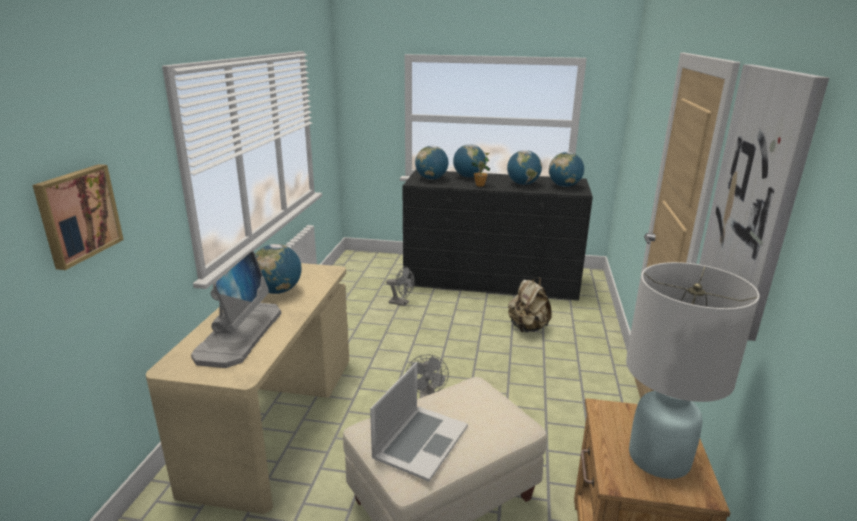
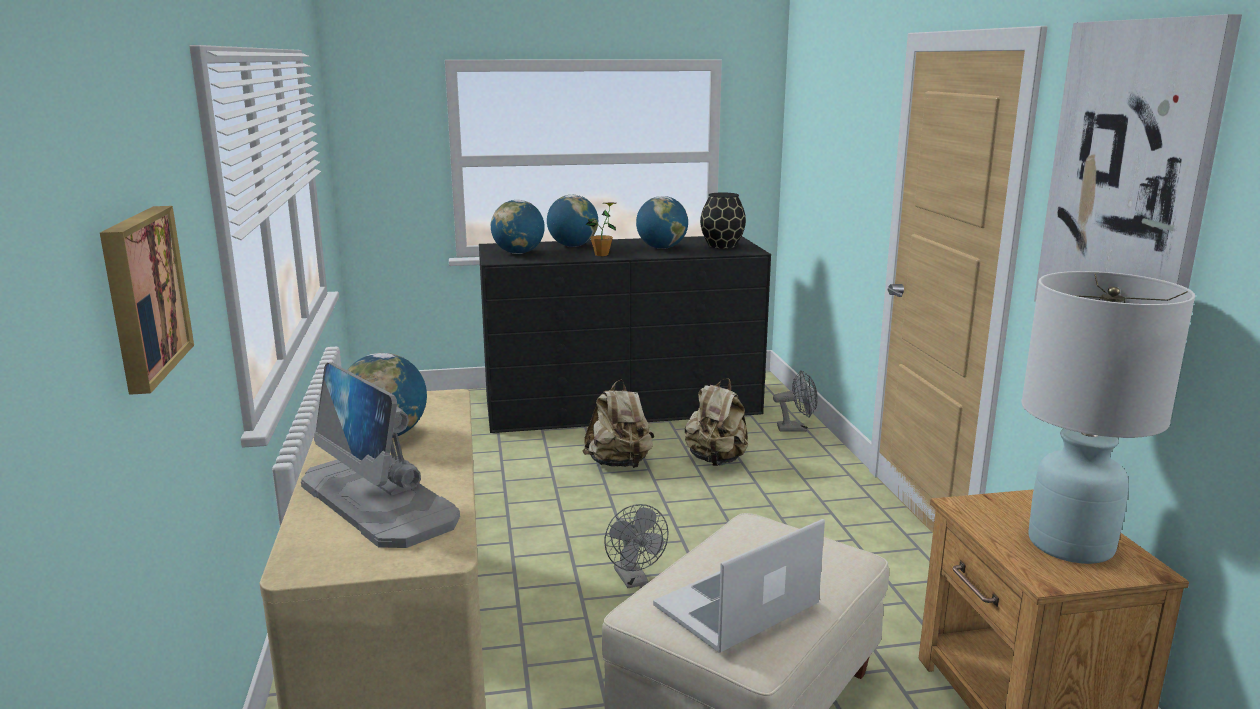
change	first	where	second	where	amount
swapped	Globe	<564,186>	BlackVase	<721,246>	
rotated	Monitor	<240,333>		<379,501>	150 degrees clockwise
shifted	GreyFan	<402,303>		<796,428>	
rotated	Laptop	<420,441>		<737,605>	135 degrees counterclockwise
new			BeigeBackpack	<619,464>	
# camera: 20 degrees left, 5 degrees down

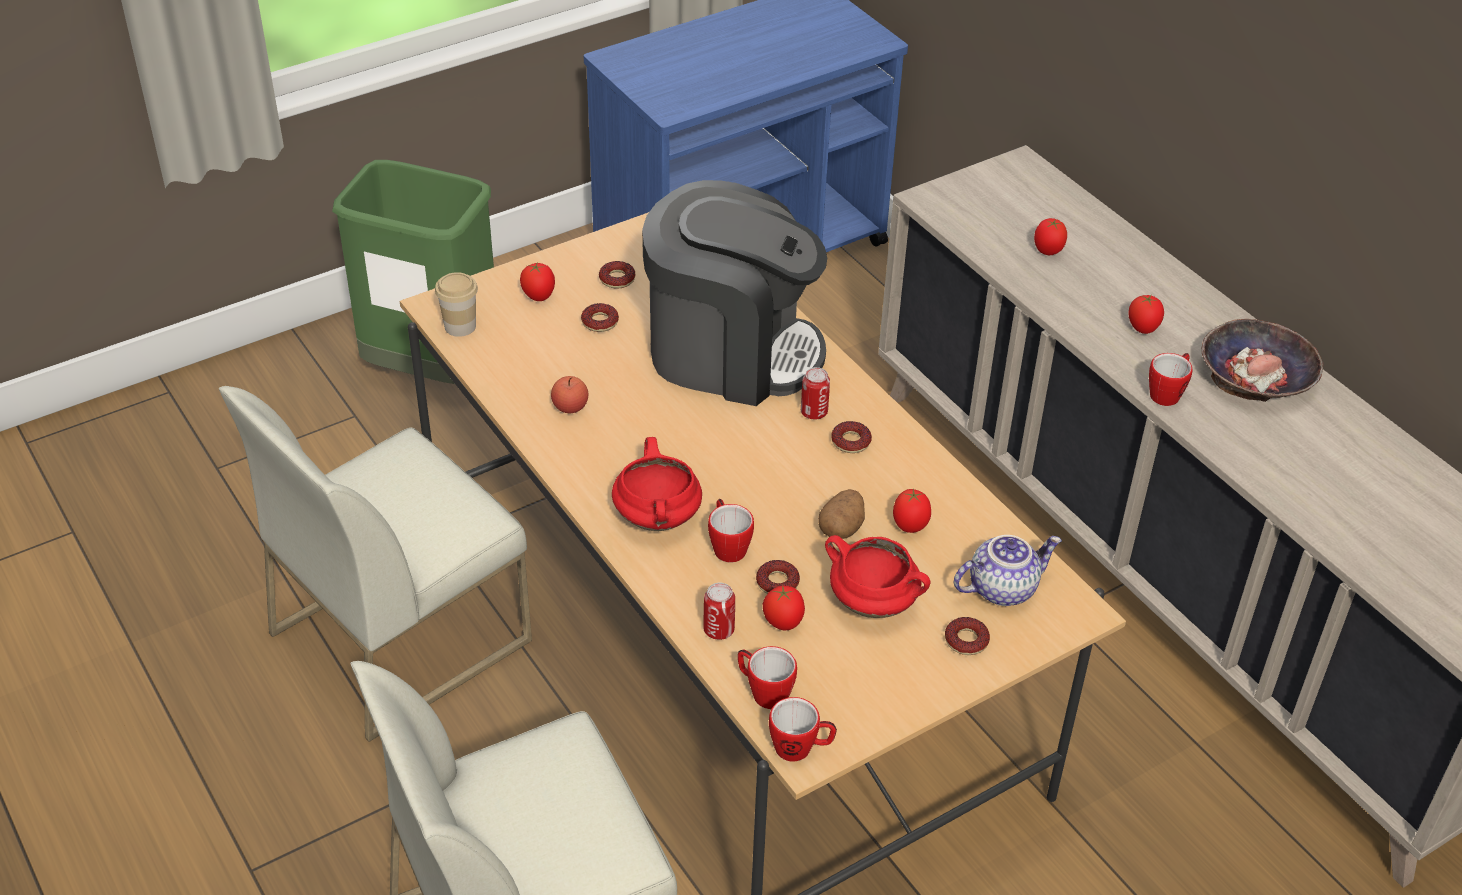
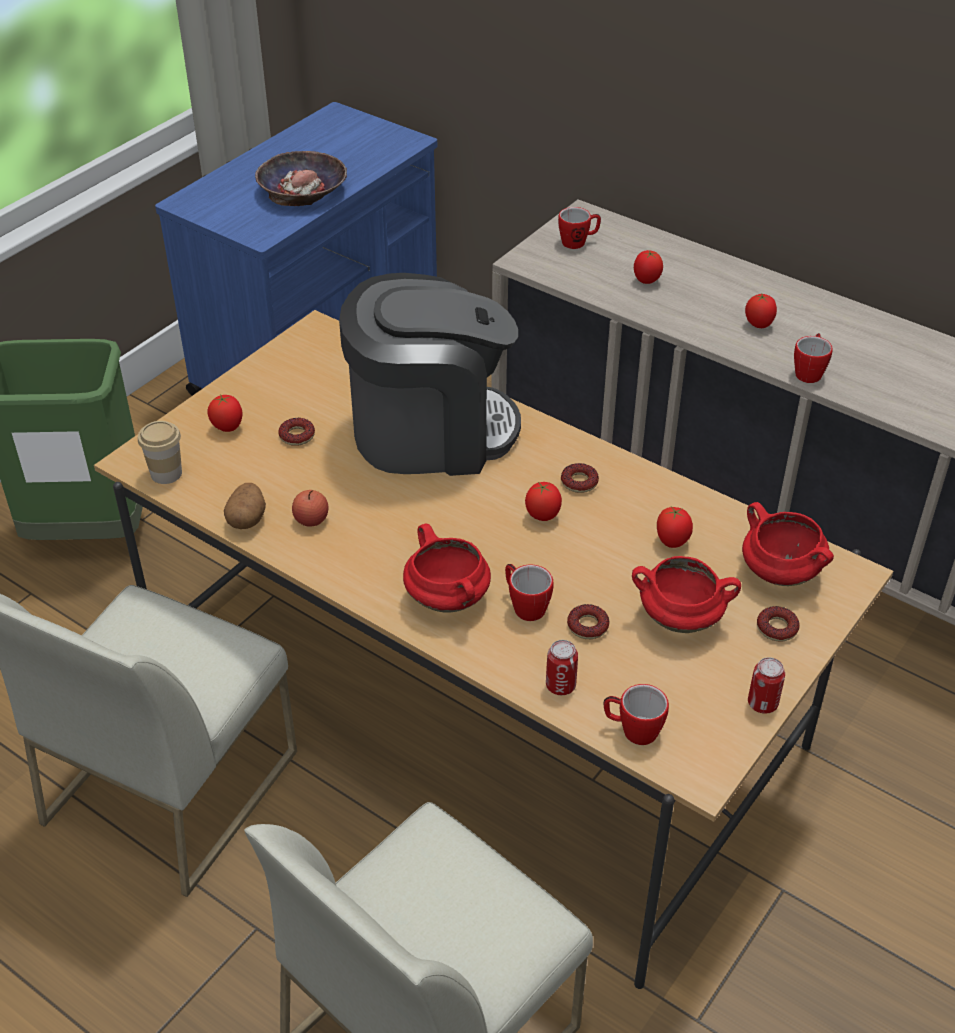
change	first	where	second	where	amount
gone	Donut	<617,279>			
shifted	Bowl	<1256,376>		<302,190>	
shifted	Can	<814,412>		<762,703>	
shifted	Potato	<841,528>		<247,519>	
swapped	Teapot	<1002,587>	RedCookingPot	<778,572>	
shifted	Tomato	<783,623>		<542,516>	
shifted	Mug	<801,748>		<578,242>	
# camera: 20 degrees left, 0 degrees up

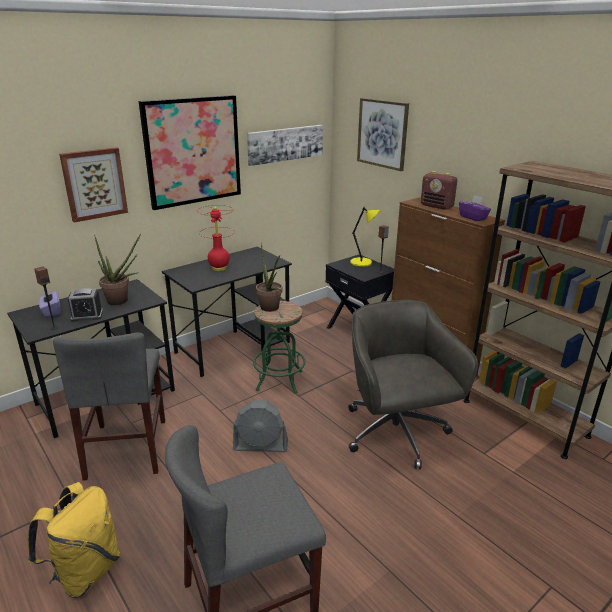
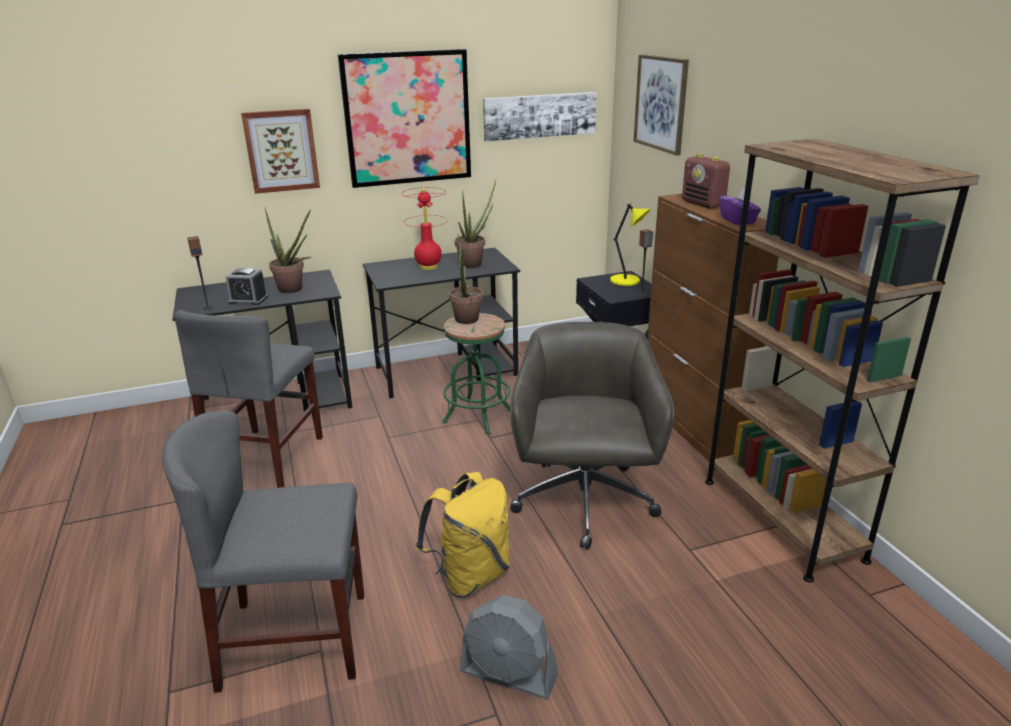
change	first	where	second	where	amount
gone	PurpleTissueBox	<51,311>			
shifted	GreyFan	<261,445>		<509,674>	
shifted	YellowBackpack	<85,571>		<470,576>	
new			PottedPlant	<474,263>	
# camera: 20 degrees right, 0 degrees up

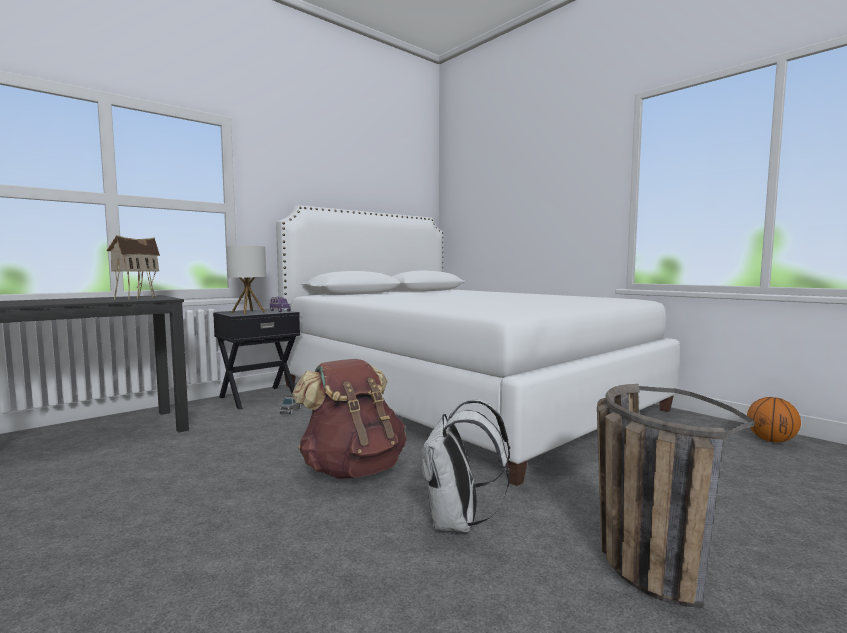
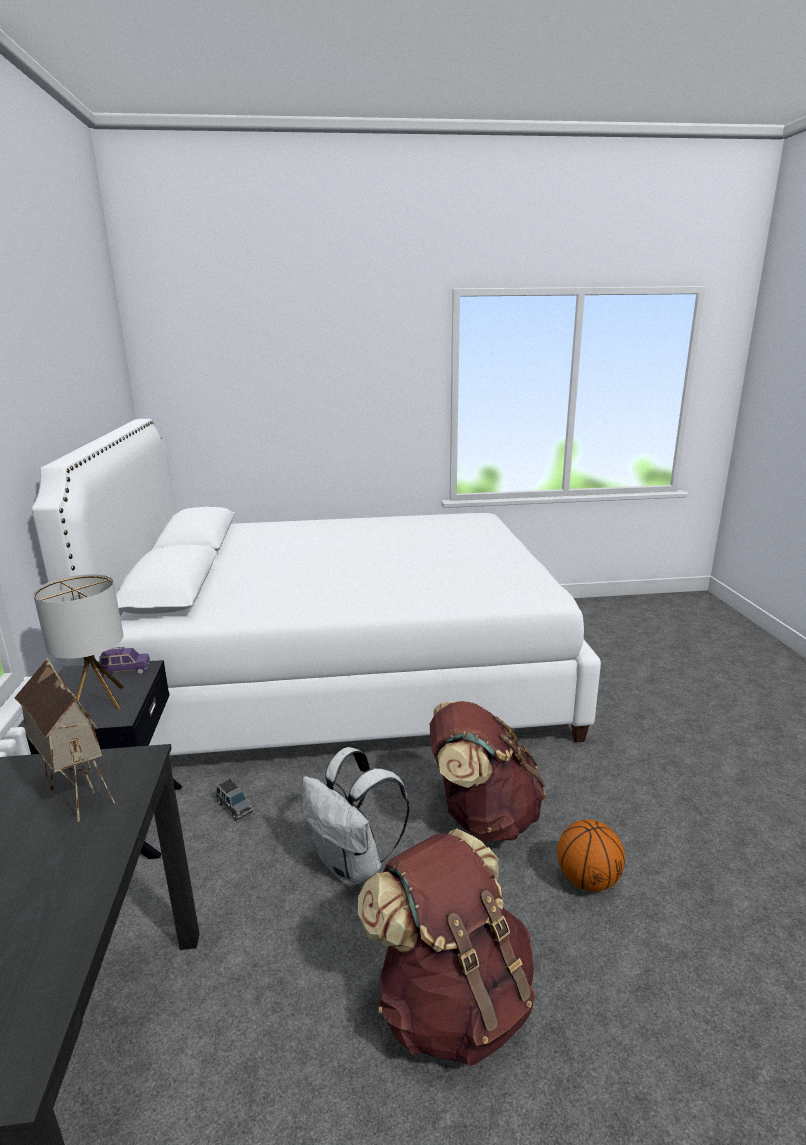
change	first	where	second	where	amount
gone	Basket	<638,553>			
shifted	Basketball	<771,440>		<587,880>	
shifted	WhiteBackpack	<458,522>		<353,865>	
new			BrownBackpack	<452,1001>	
# camera: 55 degrees left, 15 degrees up

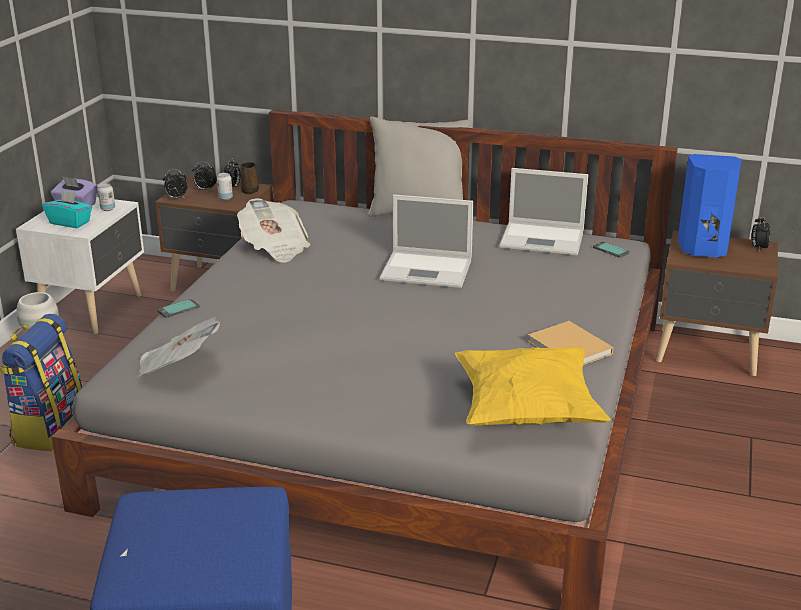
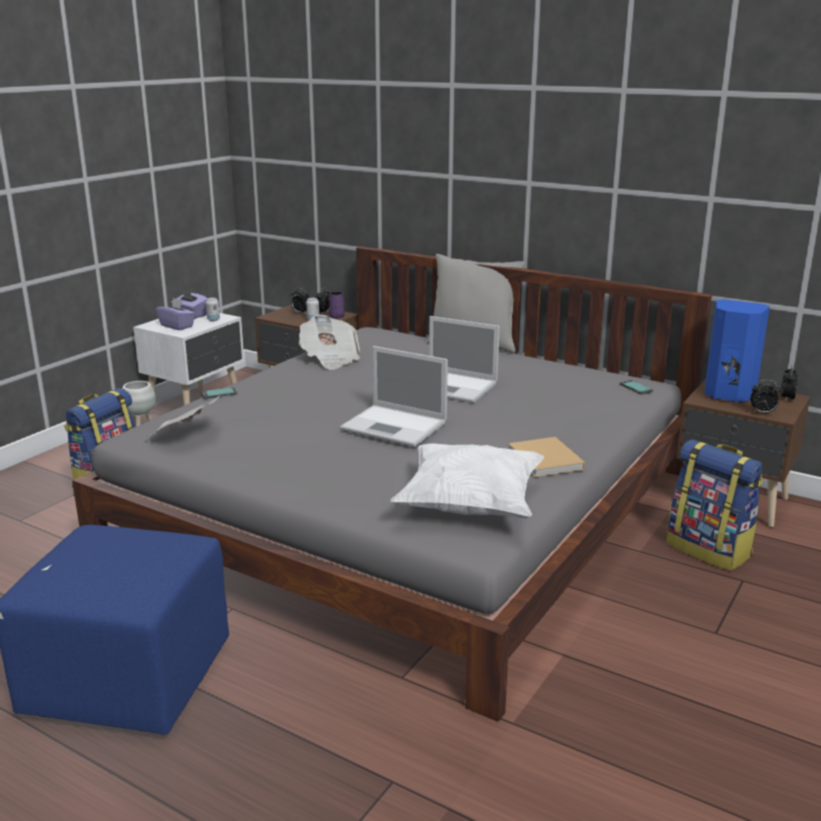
change	first	where	second	where	amount
repainted	BrownMug	<250,191>	PurpleMug	<337,316>	
shifted	Laptop	<544,239>		<396,426>	
shifted	AlarmClock	<176,198>		<762,413>	
repainted	TurquoiseTissueBox	<70,222>	PurpleTissueBox	<177,326>	
repainted	YellowPillow	<526,412>	WhitePillow	<470,506>	
new			Backpack	<709,550>	
# camera: 15 degrees right, 5 degrees down

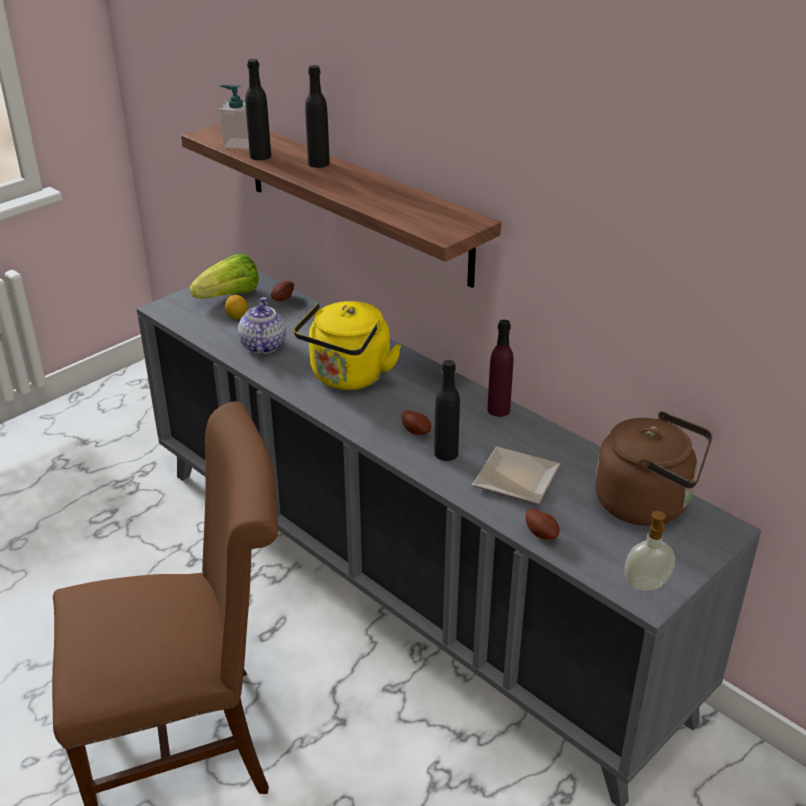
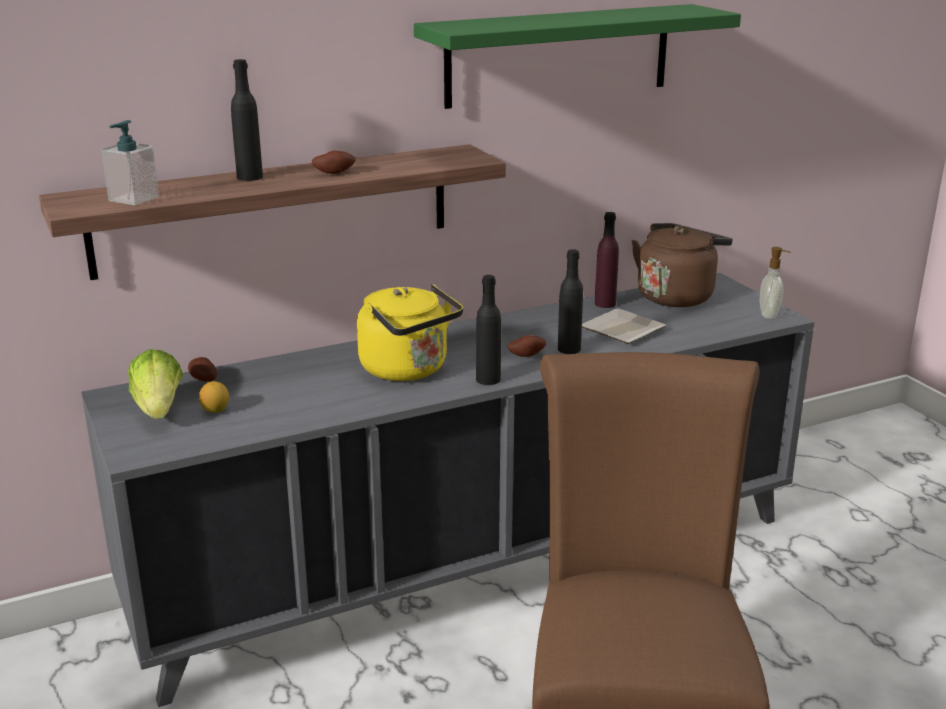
change	first	where	second	where	amount
shifted	BlackBottle	<260,156>		<488,379>	
gone	Teapot	<262,345>			
shifted	PurpleBottle	<498,410>		<605,304>	
shifted	Potato	<542,533>		<334,173>	
new			GreenShelf	<559,55>	
# camera: 70 degrees left, 10 degrees down

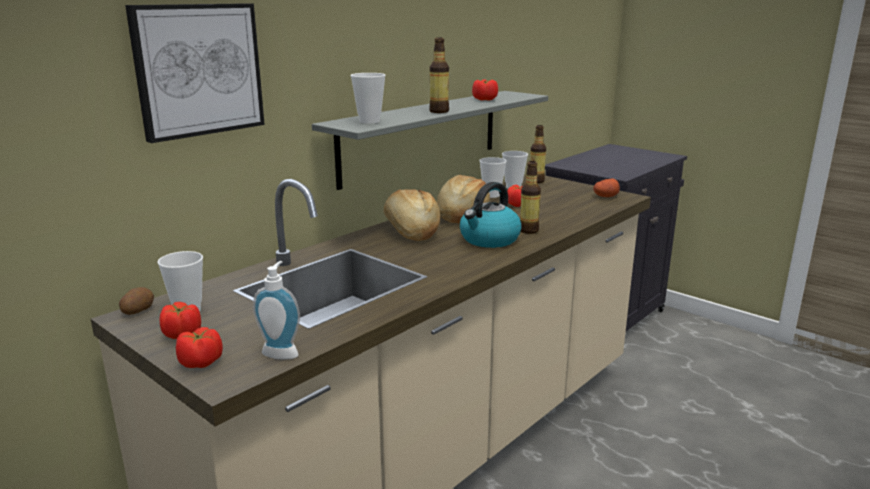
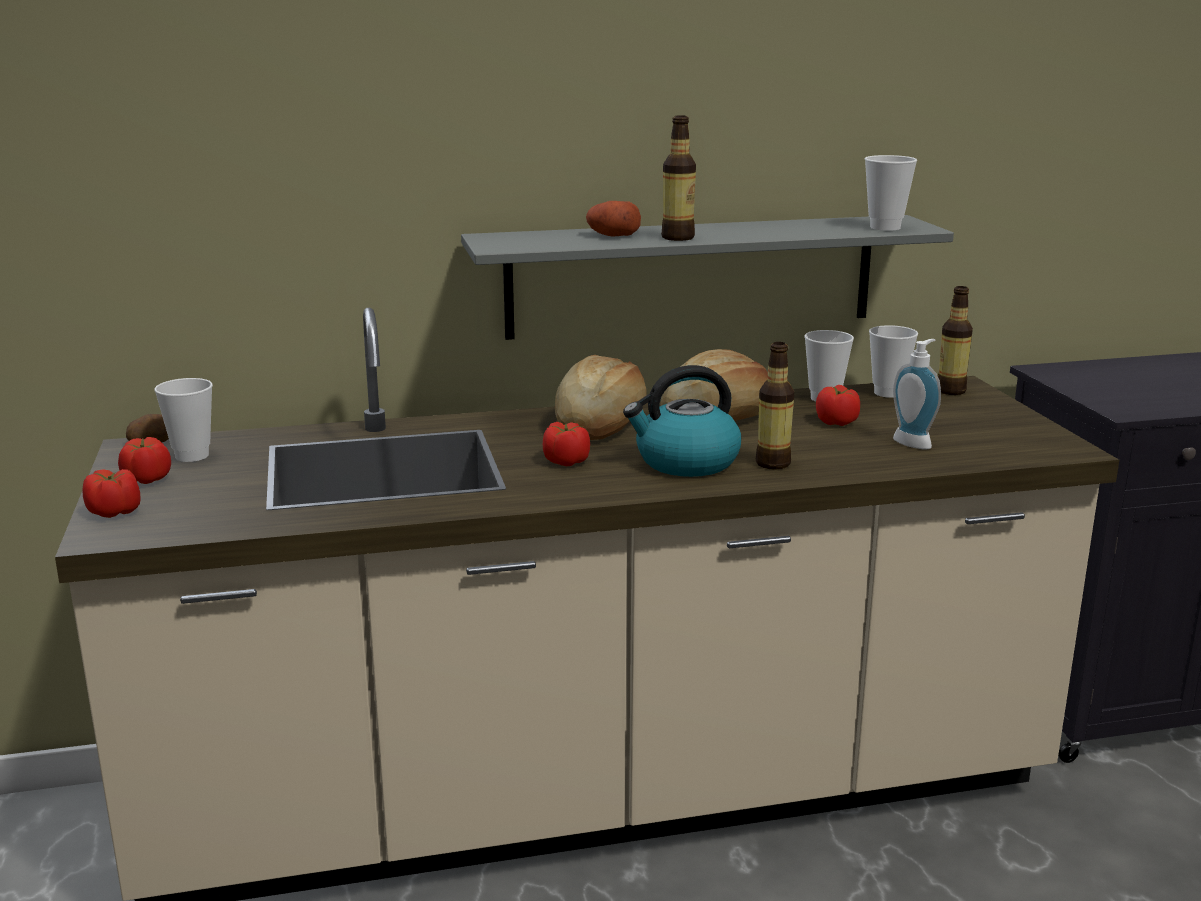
change	first	where	second	where	amount
gone	Picture	<198,70>			
shifted	Cup	<369,121>		<885,227>	
shifted	Tomato	<484,99>		<566,461>	
shifted	Potato	<606,196>		<612,235>	
shifted	SoapDispenser	<282,352>		<915,442>	
# camera: 35 degrees right, 0 degrees up

